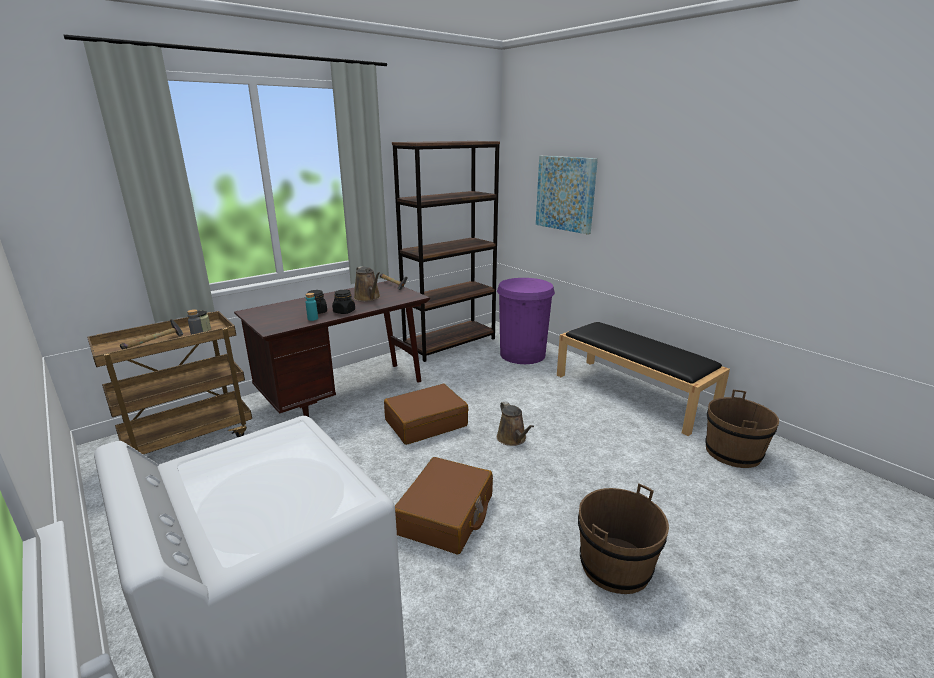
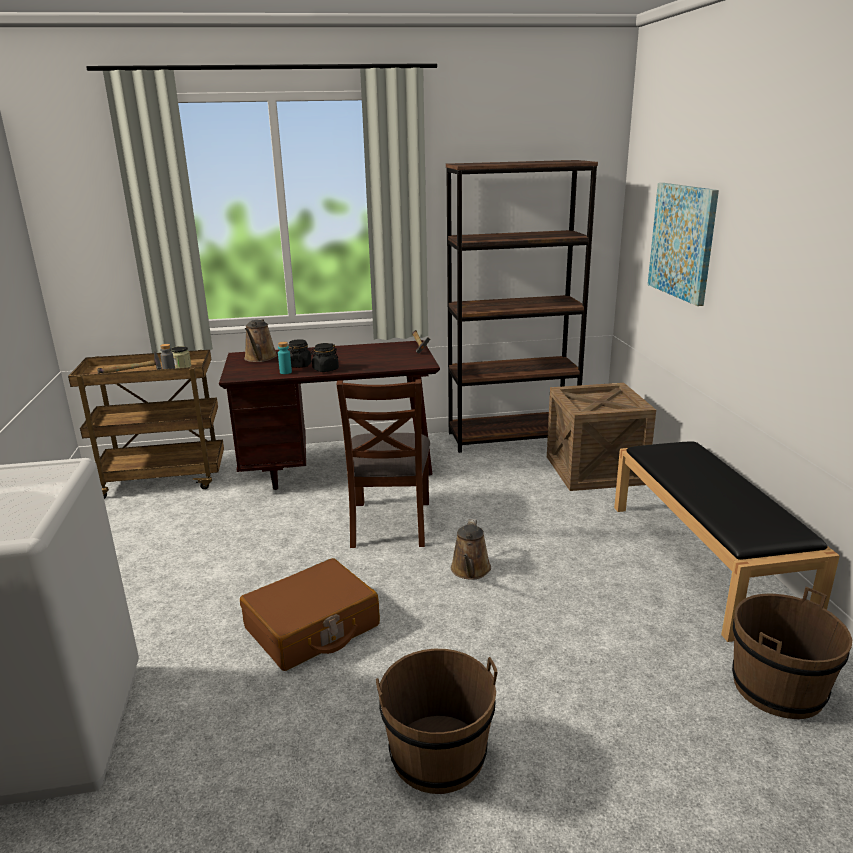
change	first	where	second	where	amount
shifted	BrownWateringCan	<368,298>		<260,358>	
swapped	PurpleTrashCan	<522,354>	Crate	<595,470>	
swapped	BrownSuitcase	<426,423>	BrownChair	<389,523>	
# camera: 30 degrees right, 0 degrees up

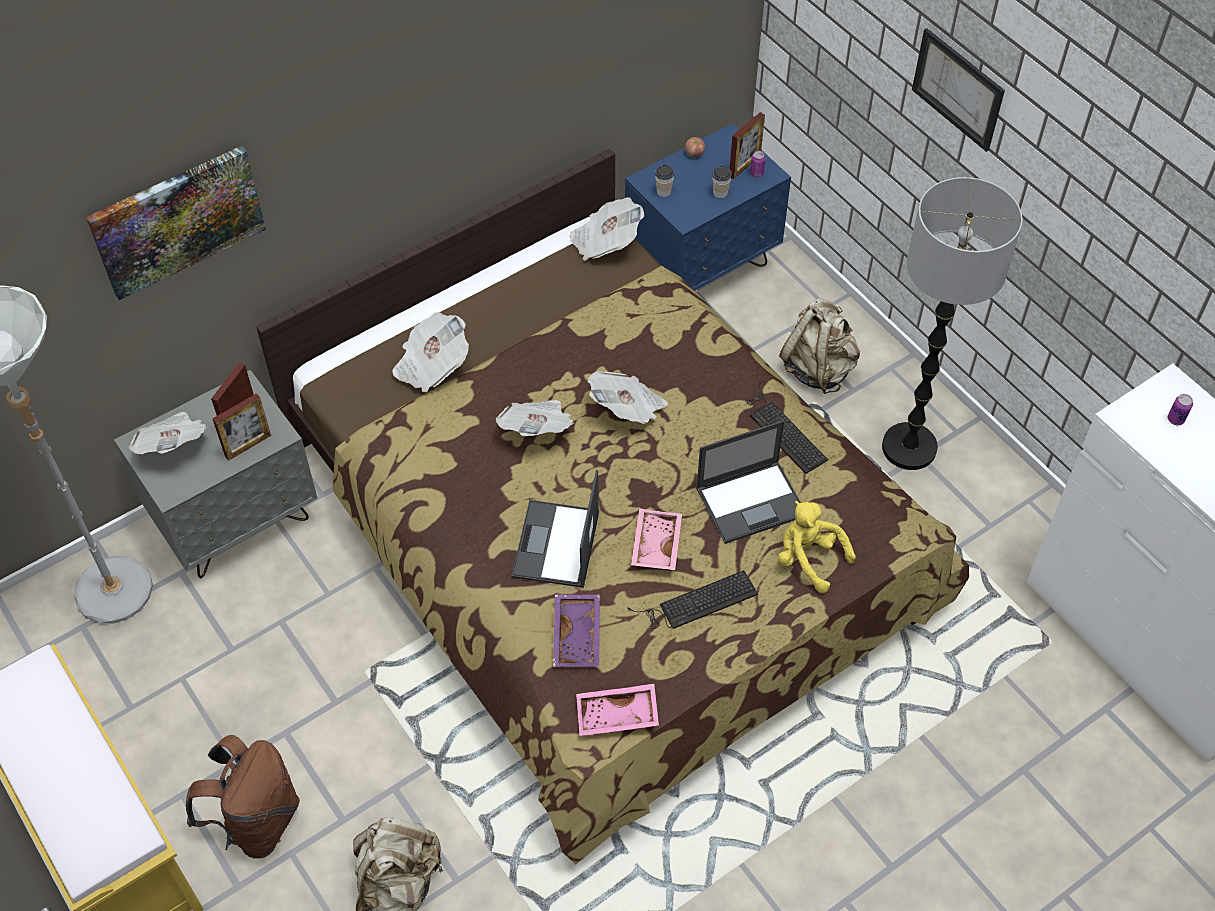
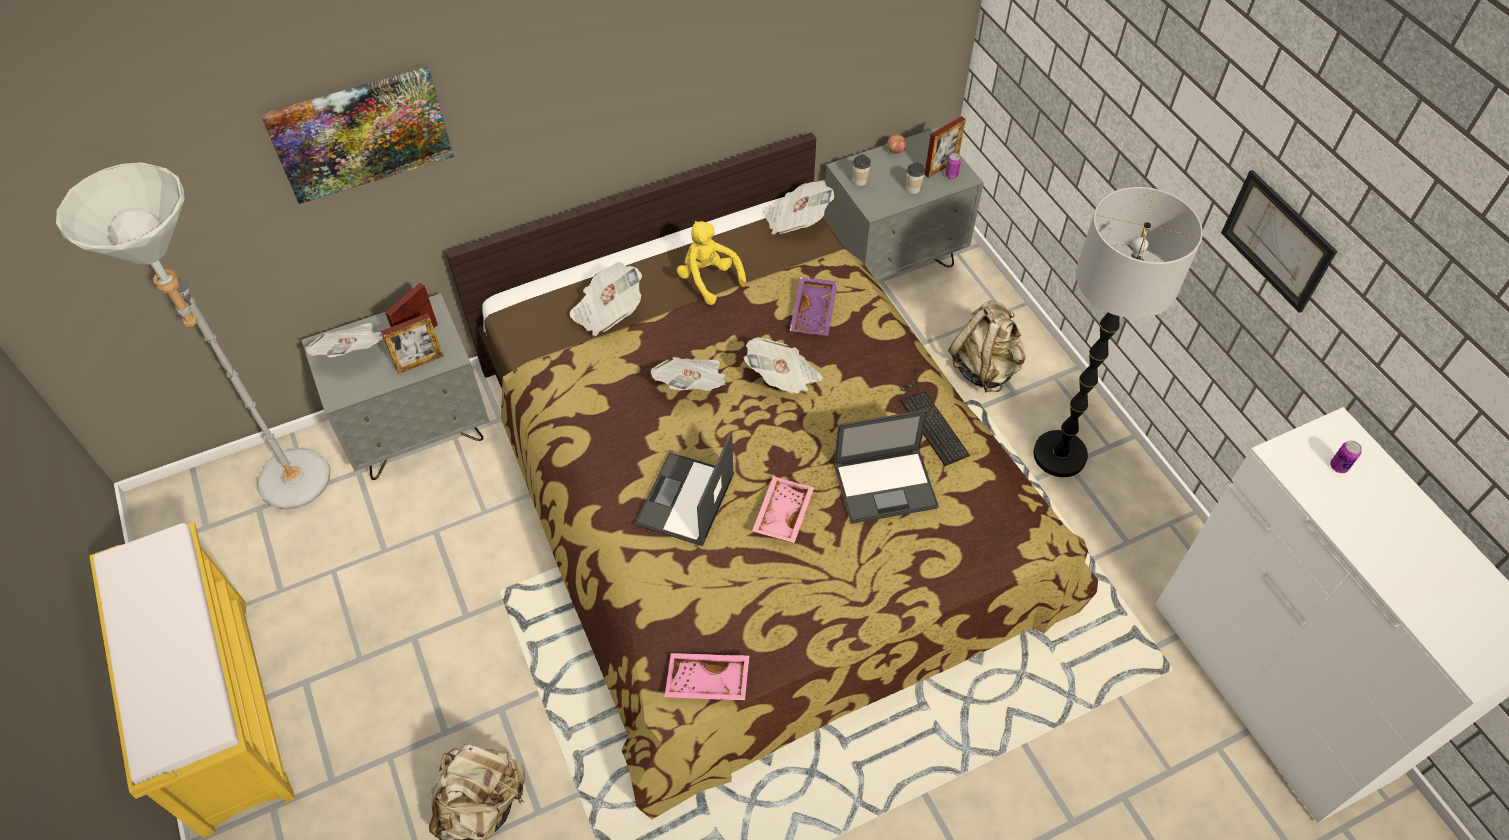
change	first	where	second	where	amount
shifted	Picture	<958,89>		<1277,240>	
repainted	BlueNightstand	<702,267>	GreyNightstand	<892,260>	
shifted	YellowPlushToy	<808,558>		<708,279>	
gone	Keyboard	<696,603>			
shifted	PurpleTray	<578,636>		<814,313>	
gone	BrownBackpack	<257,821>			
# camera: 10 degrees right, 0 degrees up

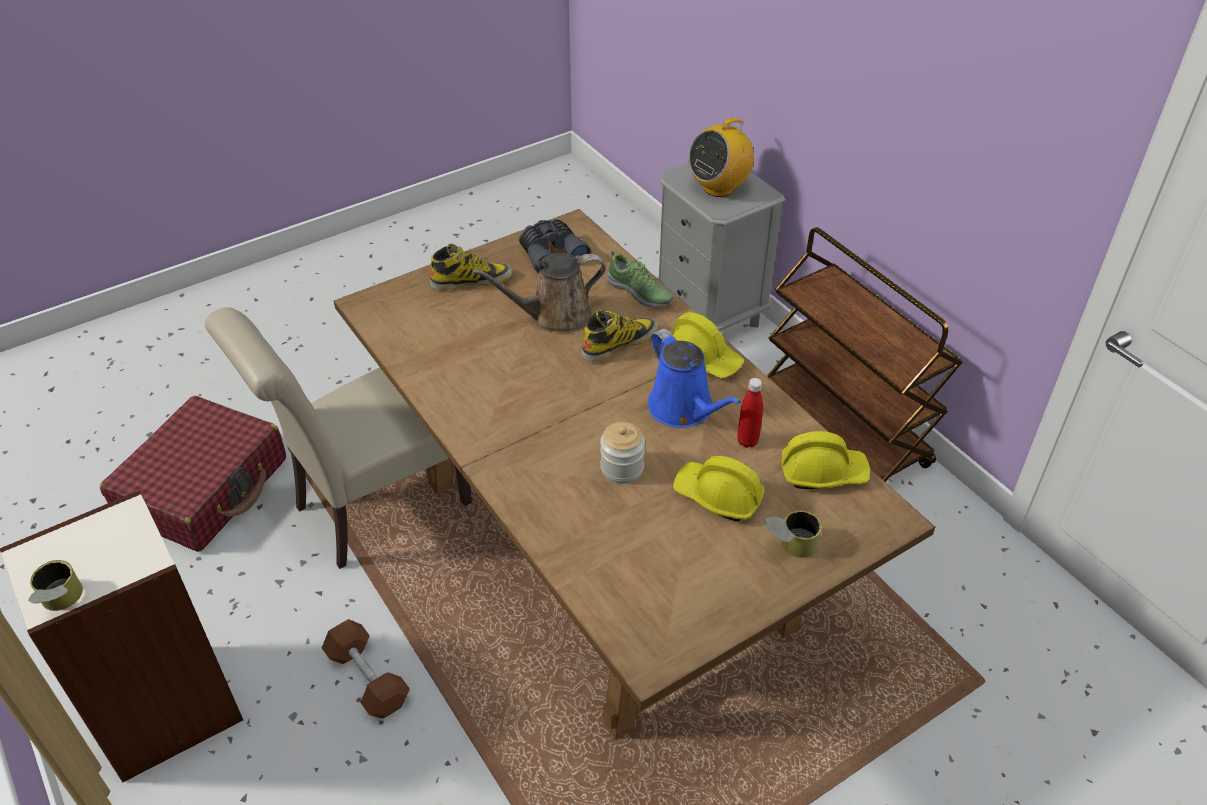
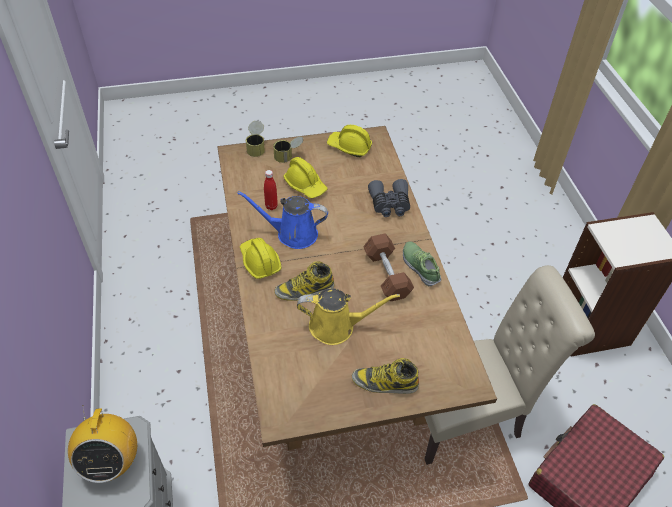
change	first	where	second	where	amount
rotated	Radio	<718,188>		<111,461>	105 degrees clockwise
shifted	GreyBinoculars	<551,253>		<389,204>	
gone	BrownCart	<843,430>			
shifted	Shoe	<640,293>		<420,267>	
repainted	BrownWateringCan	<554,316>	YellowWateringCan	<336,326>	
rotated	BlueWateringCan	<684,409>		<292,234>	75 degrees counterclockwise
gone	Jar	<622,468>			
shifted	YellowHardHat	<822,472>		<349,147>	
shifted	Can	<61,604>		<256,147>	
shifted	BrownDumbbell	<368,678>		<387,275>	
# camera: 160 degrees left, 5 degrees up

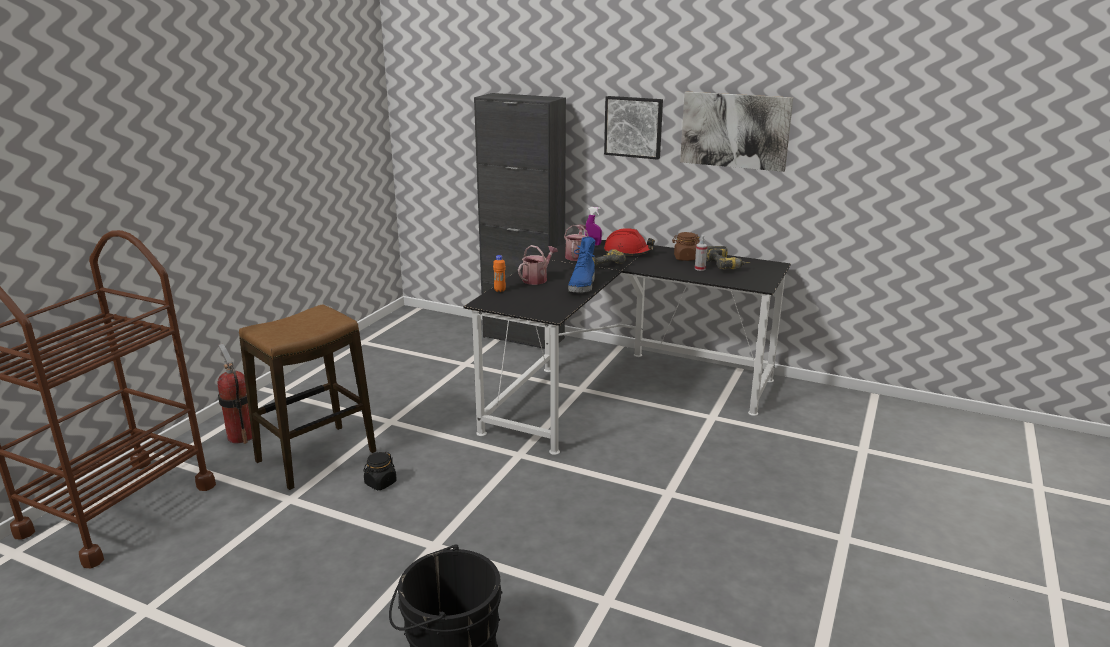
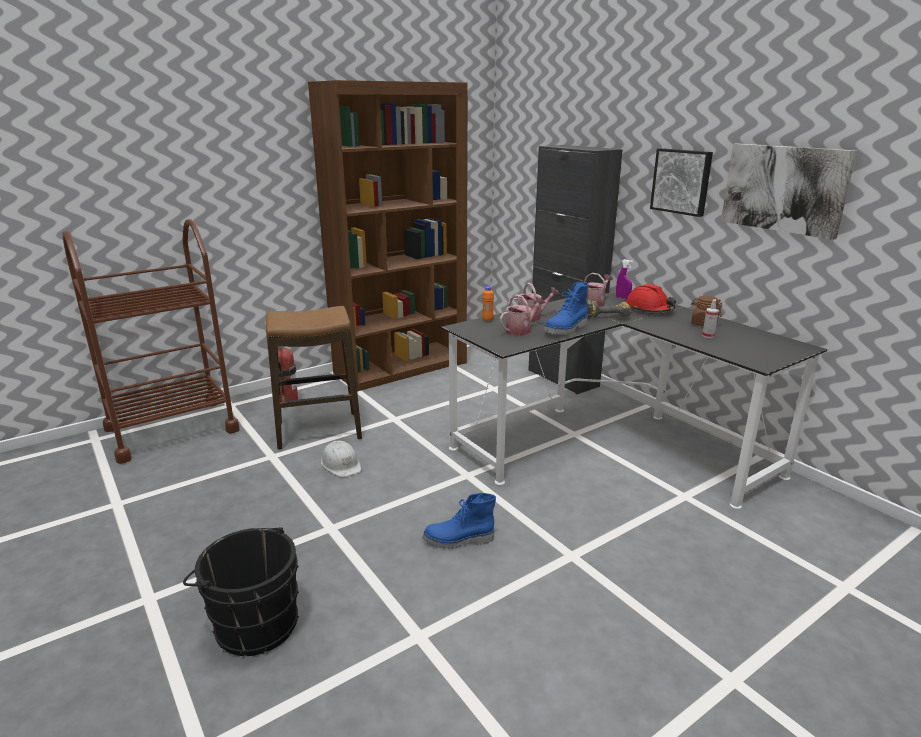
change	first	where	second	where	amount
gone	PowerDrill	<727,266>			
swapped	BlackJar	<380,483>	WhiteHardHat	<341,464>	
new			BrownBookcase	<401,367>	
new			WateringCan	<521,330>	
new			BlueBoot	<459,541>	
# camera: 30 degrees right, 0 degrees up

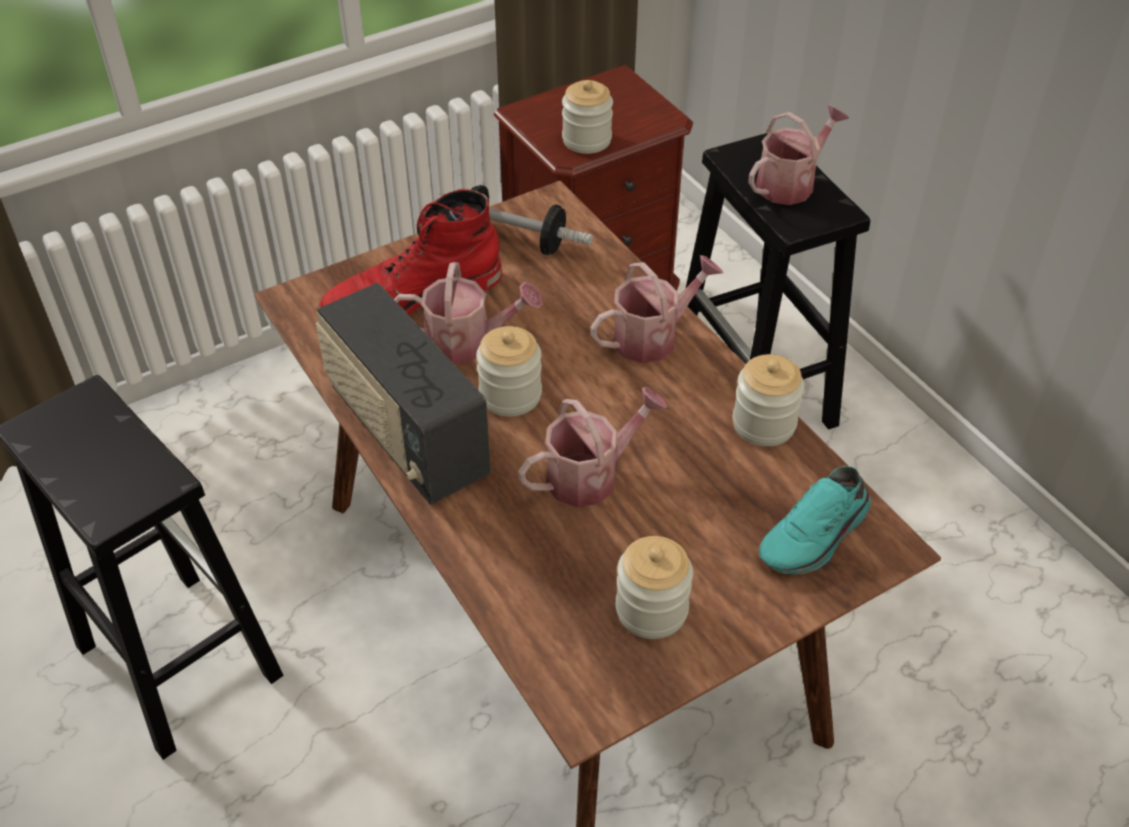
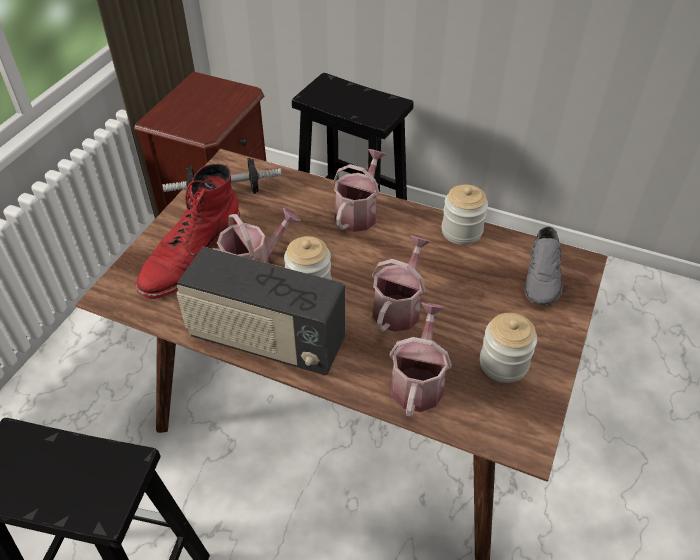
change	first	where	second	where	amount
gone	Jar	<586,140>			
shifted	WateringCan	<791,183>		<418,381>	
repainted	TurquoiseShoe	<815,537>	GreyShoe	<543,277>	
# camera: 35 degrees left, 0 degrees up

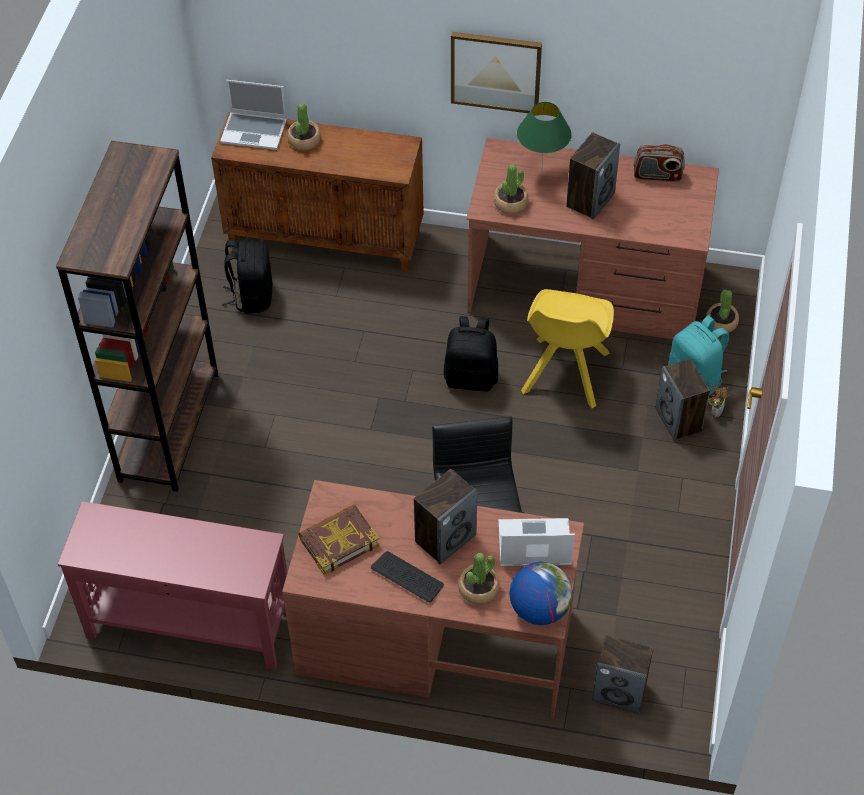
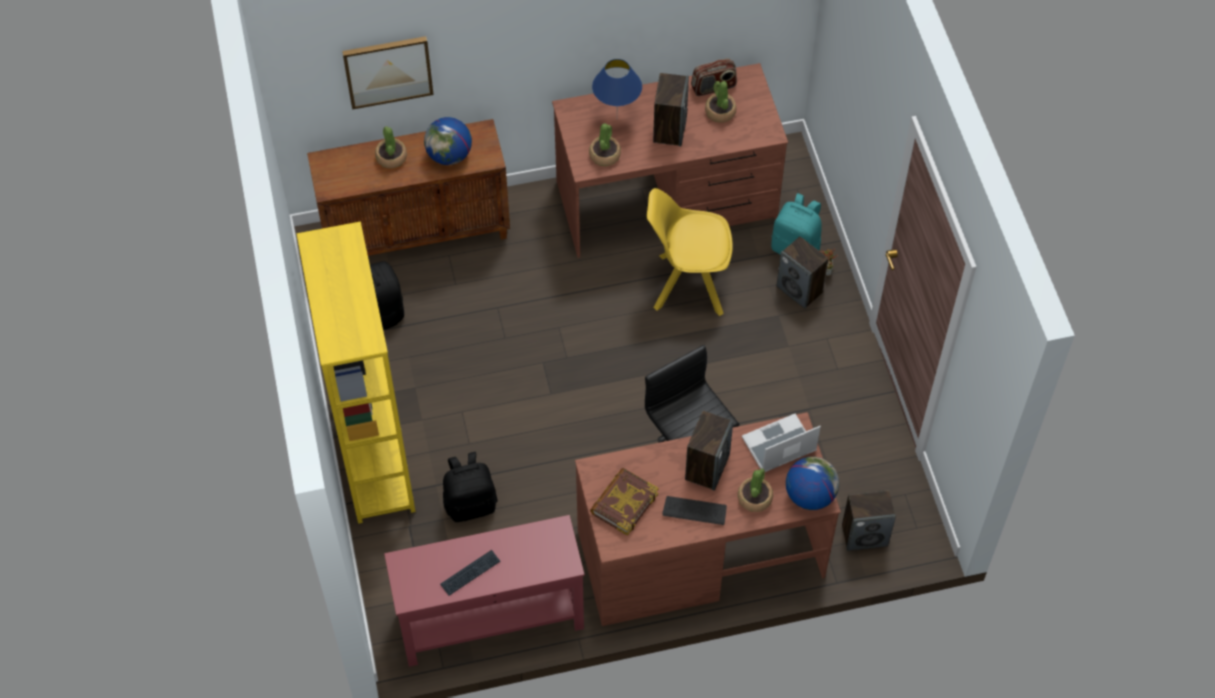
change	first	where	second	where	amount
shifted	Picture	<495,71>		<388,71>	
gone	Laptop	<255,131>			
repainted	GreenTableLamp	<541,174>	BlueTableLamp	<617,119>	
repainted	BrownBookcase	<169,426>	YellowBookcase	<374,457>	
rotated	YellowChair	<564,374>		<688,284>	105 degrees clockwise
shifted	PottedPlant	<721,322>		<720,112>	
shifted	BlackBackpack	<471,377>		<471,504>	
new			Globe	<449,156>	
new			Keyboard	<470,573>	
# camera: 25 degrees left, 5 degrees up

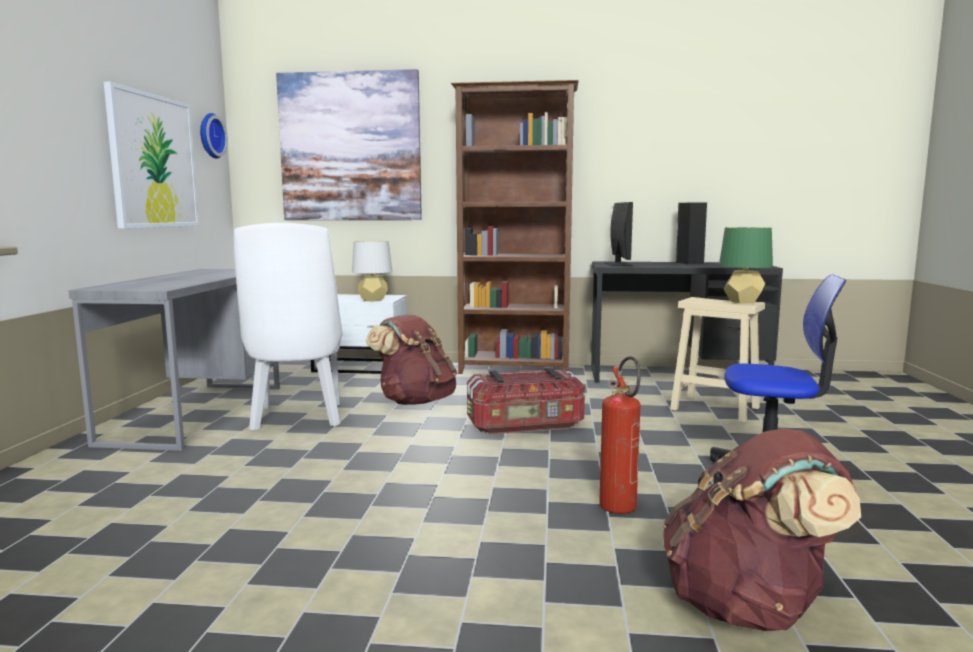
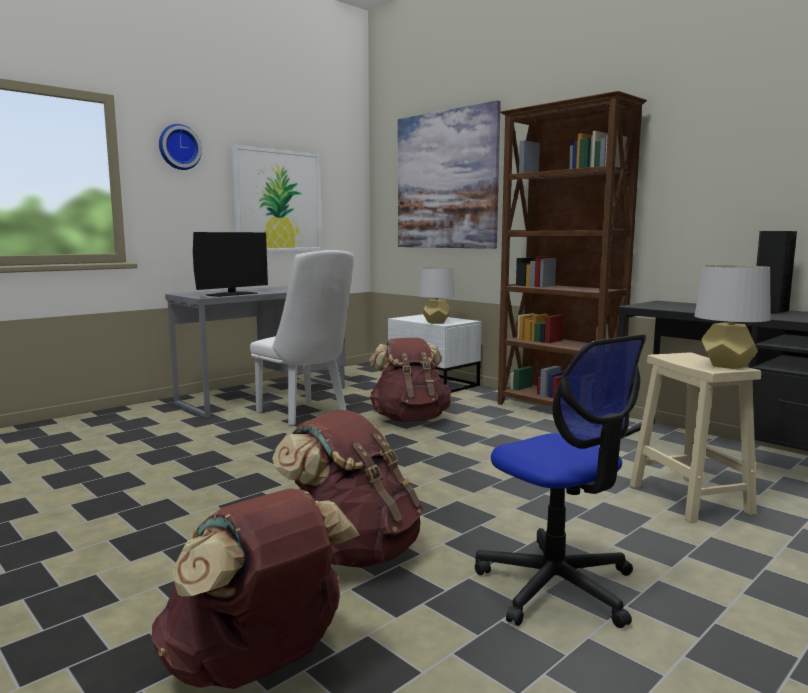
change	first	where	second	where	amount
shifted	WallClock	<210,136>		<178,147>	
shifted	Monitor	<618,264>		<232,294>	
rotated	WhiteChair	<298,419>		<306,413>	75 degrees counterclockwise
repainted	GreenTableLamp	<743,302>	GreyTableLamp	<727,365>	
swapped	FireExtinguisher	<621,511>	BrownBackpack	<353,552>	
gone	StorageBox	<525,425>			
# camera: 40 degrees right, 0 degrees up

